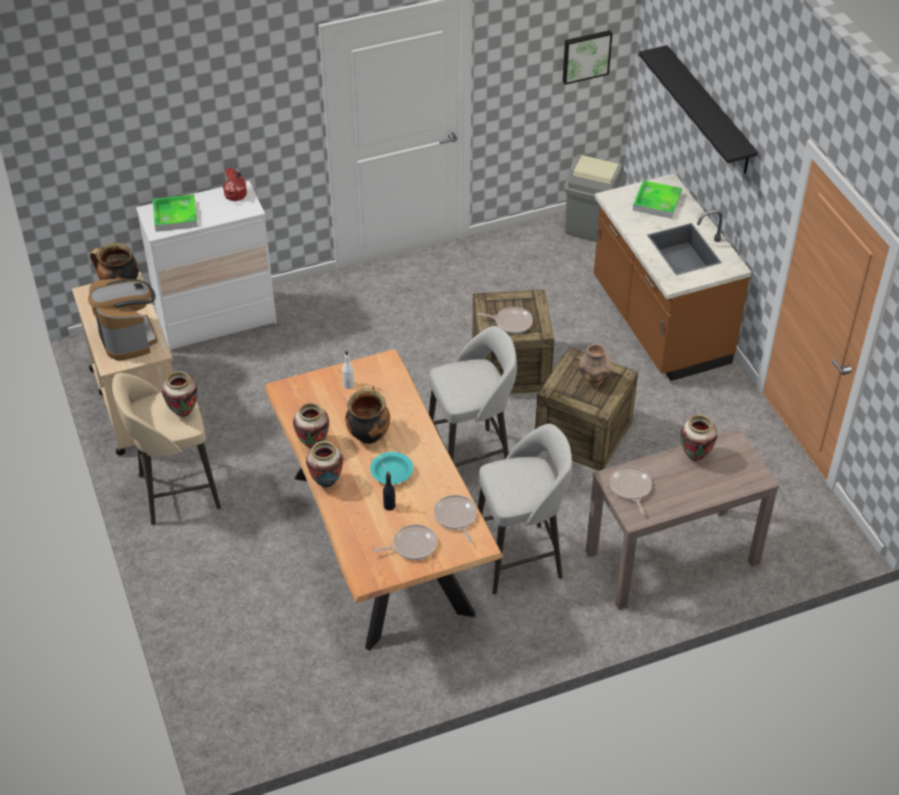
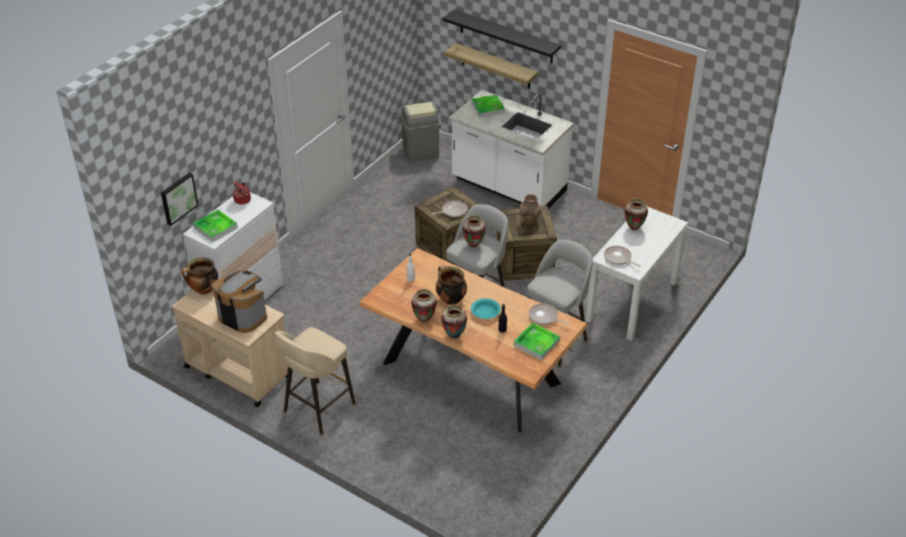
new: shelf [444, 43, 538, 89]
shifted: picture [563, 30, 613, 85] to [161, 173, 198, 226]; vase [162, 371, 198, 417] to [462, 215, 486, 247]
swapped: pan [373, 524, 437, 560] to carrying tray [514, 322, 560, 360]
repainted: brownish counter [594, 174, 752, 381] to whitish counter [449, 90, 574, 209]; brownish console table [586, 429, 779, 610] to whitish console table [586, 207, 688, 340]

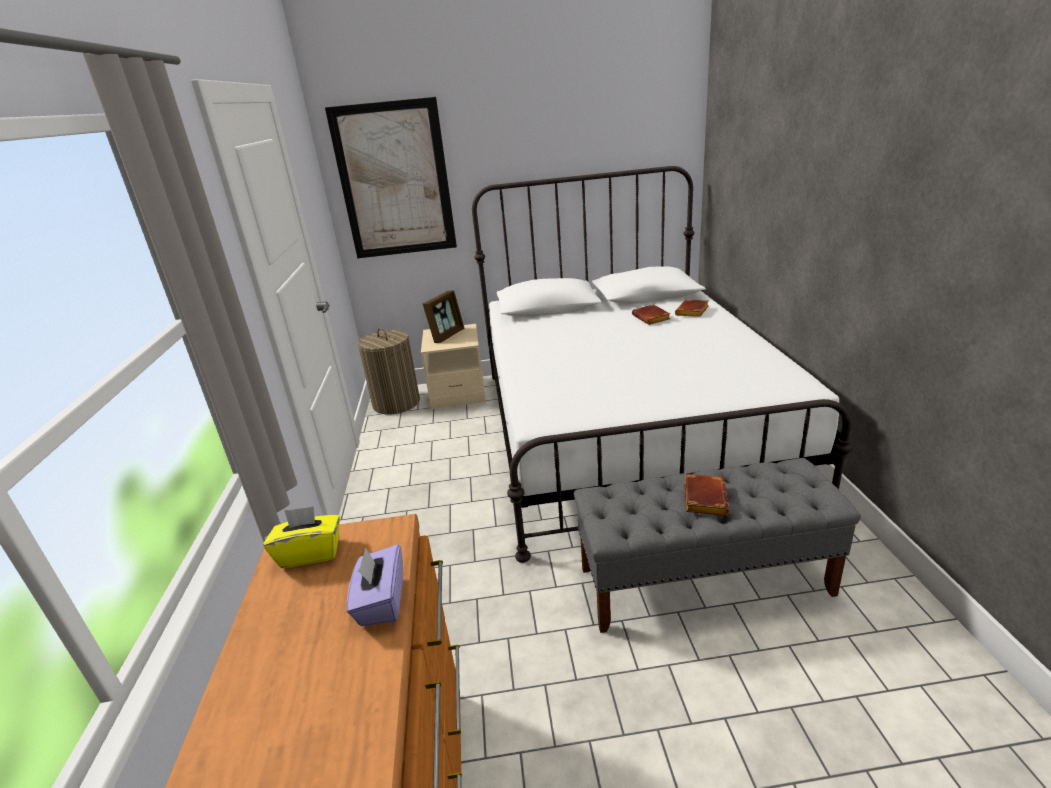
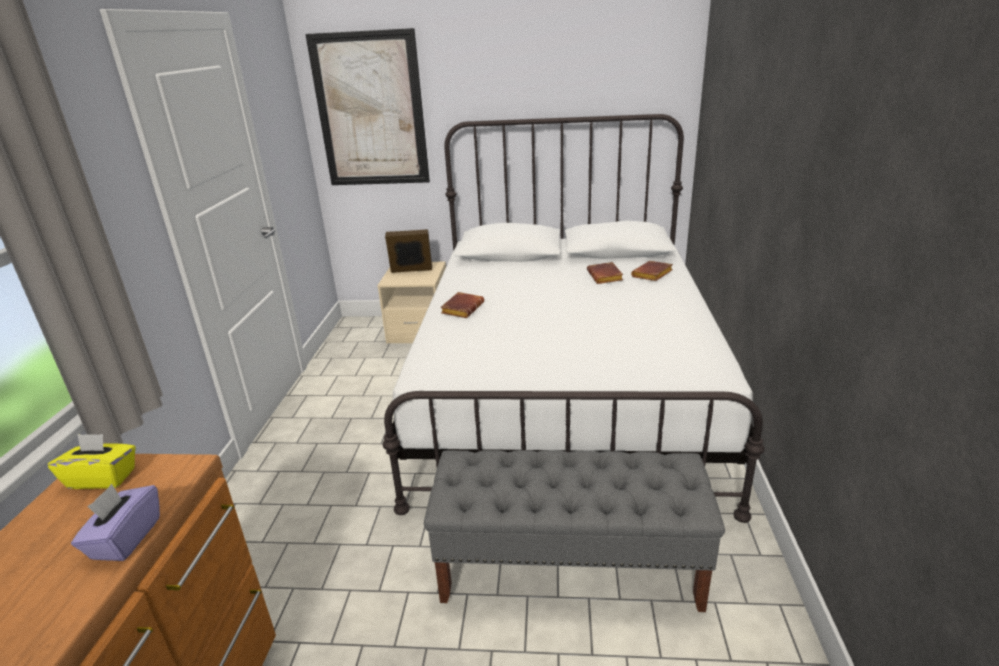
gone: washing basket [357, 328, 420, 414]
shifted: brownish book [684, 474, 729, 516] to [441, 292, 484, 318]
rotated: standing frame [423, 290, 464, 343] = [385, 229, 432, 273] 135 degrees counterclockwise

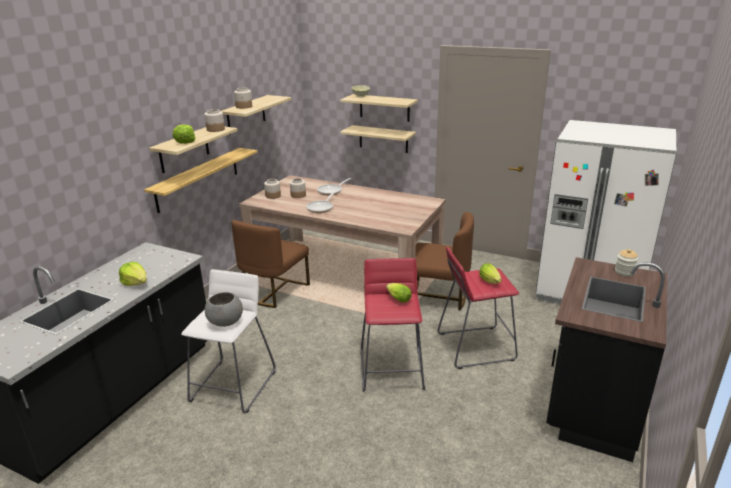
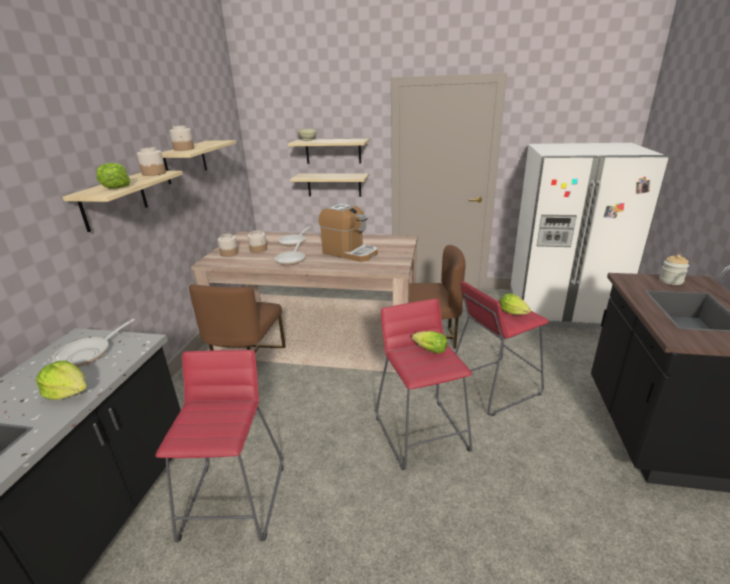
gone: shelf [144, 148, 257, 213]; grey serving bowl [205, 292, 243, 327]
new: coffee machine [319, 203, 378, 262]; pan [53, 319, 135, 367]
repainted: whitish stool [181, 269, 276, 413] to red stool [156, 350, 284, 543]

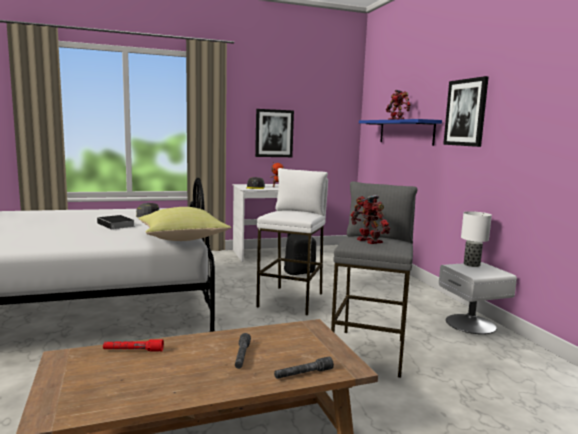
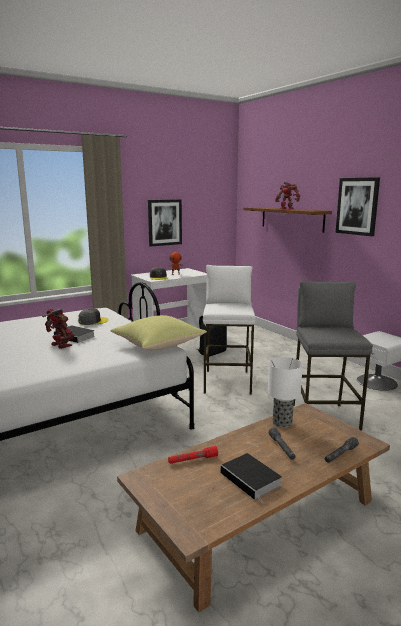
new: book [221, 453, 282, 504]
shifted: model robot [351, 195, 390, 244] to [42, 308, 74, 349]; lamp for a table [461, 211, 492, 267] to [268, 357, 303, 428]
repainted: bluish shelf [359, 119, 442, 146] to brownish shelf [243, 207, 332, 233]

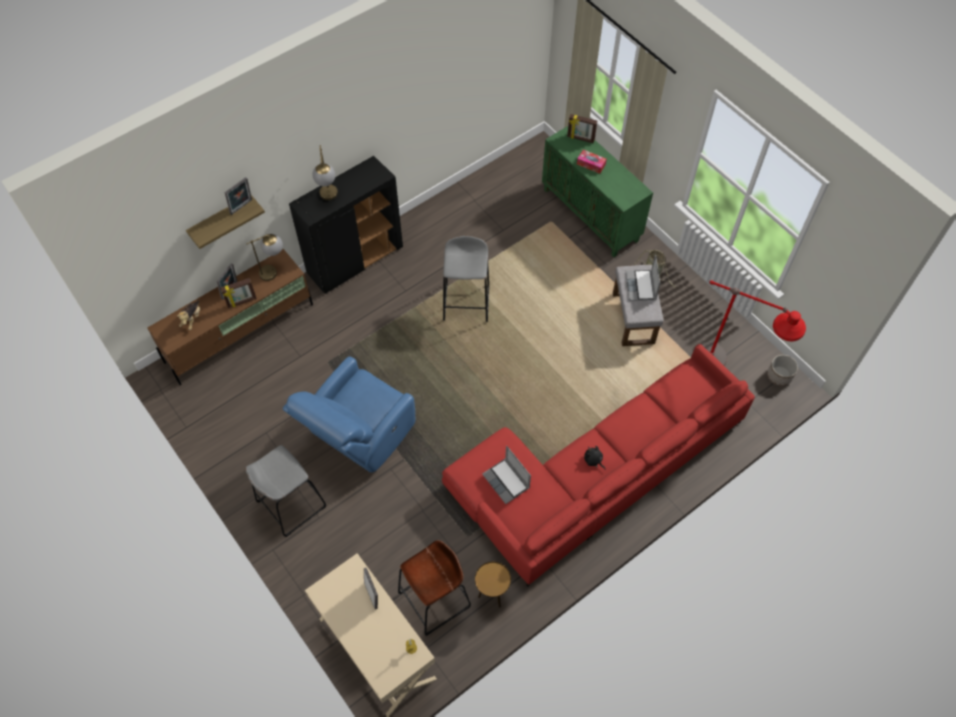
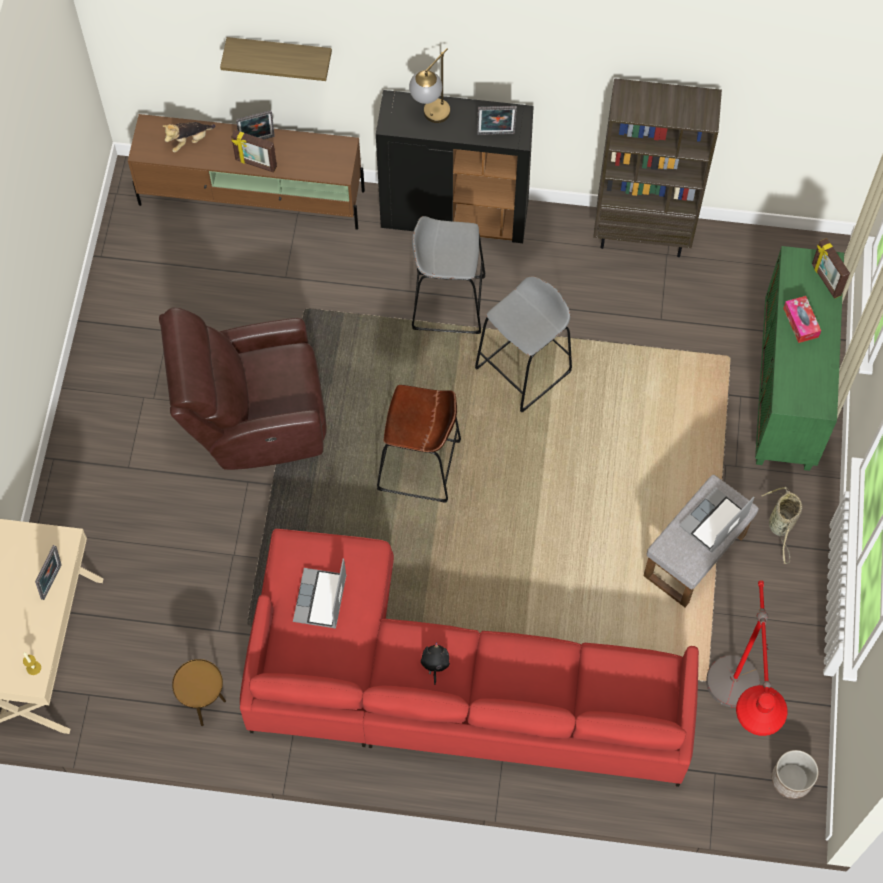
gone: lamp for a table [246, 234, 283, 281]
new: brownish bookshelf [593, 78, 722, 257]
shifted: standing frame [225, 177, 252, 215] to [477, 106, 517, 135]; grey stool [246, 445, 327, 537] to [412, 216, 485, 334]; brownish stool [398, 540, 471, 636] to [377, 385, 461, 503]
repainted: bluish easy chair [283, 356, 415, 473] to brownish easy chair [159, 307, 327, 470]

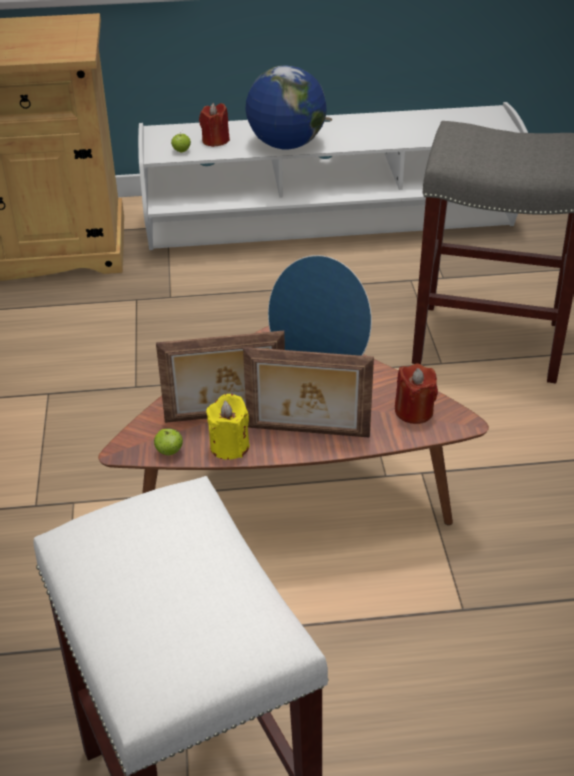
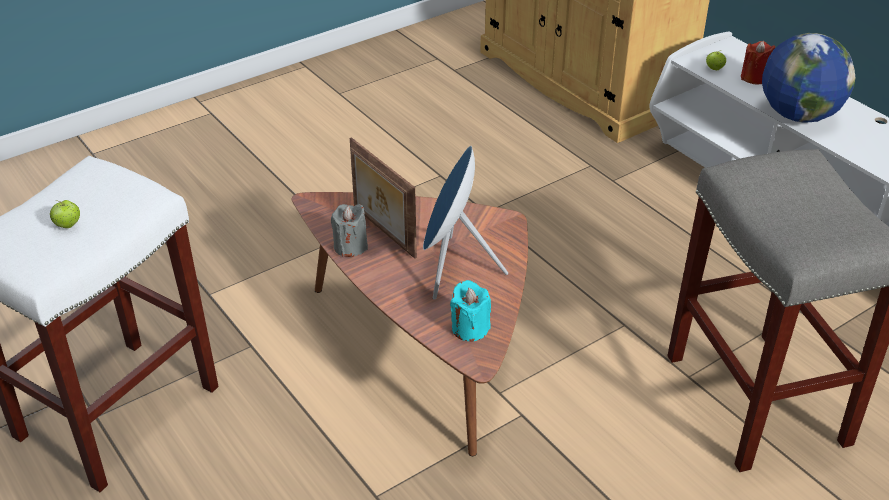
gone: standing frame [243, 347, 374, 438]
shifted: whole apple [154, 428, 183, 455] to [50, 200, 80, 228]
repainted: red candle [395, 363, 438, 424] to turquoise-coloured candle [450, 280, 491, 341]; yellow candle [206, 394, 250, 460] to grey candle [331, 204, 368, 257]

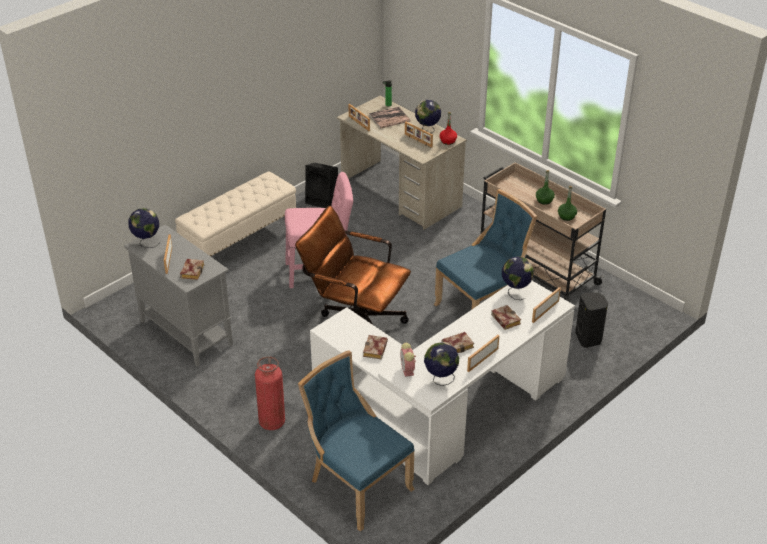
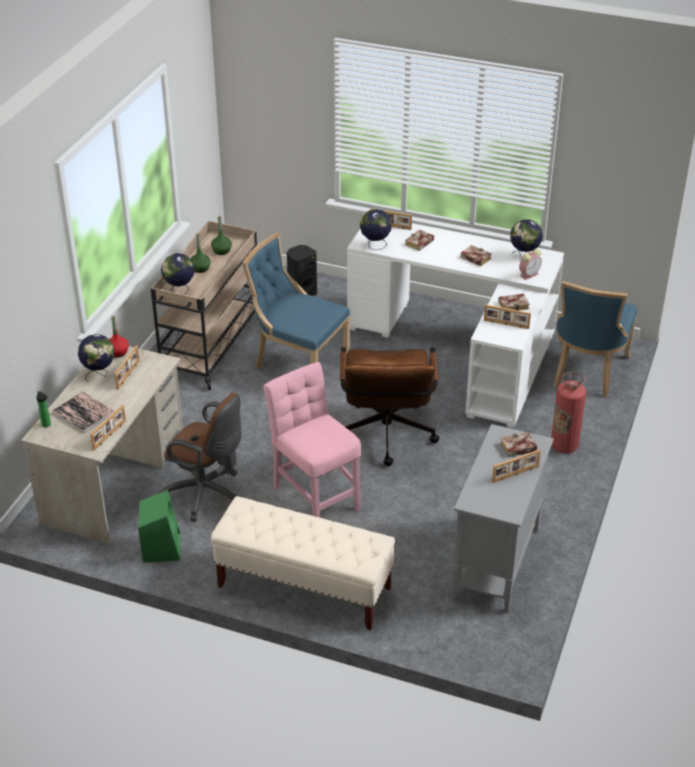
new: brownish office chair [158, 393, 241, 522]
shifted: desk globe [128, 208, 160, 248] to [161, 253, 195, 295]; standing frame [467, 335, 499, 372] to [484, 304, 531, 329]
repainted: black-coloured audio speaker [305, 163, 338, 208] to green-coloured audio speaker [138, 490, 181, 563]

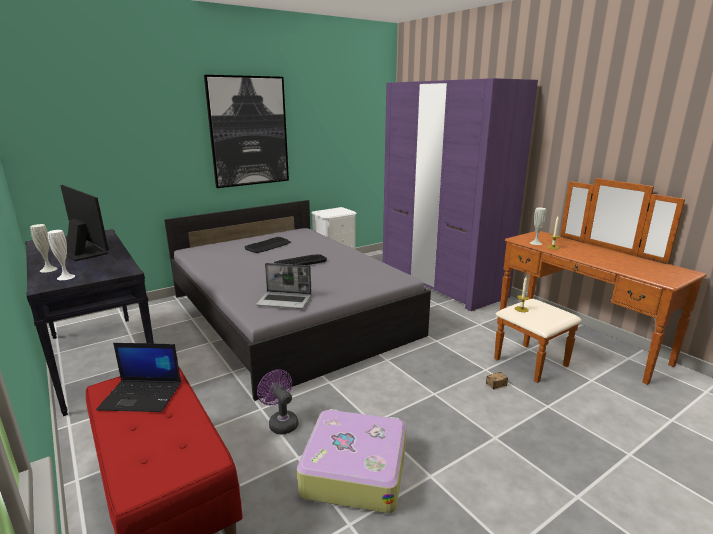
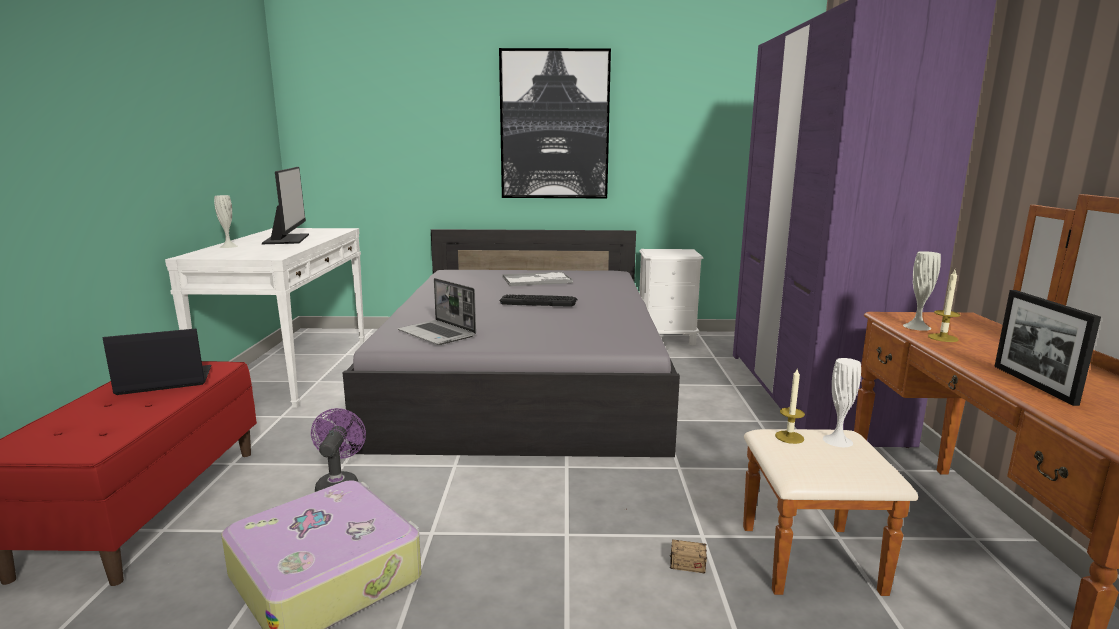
new: standing frame [994, 290, 1101, 406]
shifted: whitish vase [48, 230, 75, 280] to [823, 358, 861, 447]
swapped: computer keyboard [245, 237, 291, 253] to carrying tray [502, 271, 573, 286]
repainted: black-coloured console table [25, 229, 154, 416] to whitish console table [165, 228, 365, 408]
rotated: notebook computer [96, 343, 181, 412] = [103, 328, 212, 395] 120 degrees clockwise

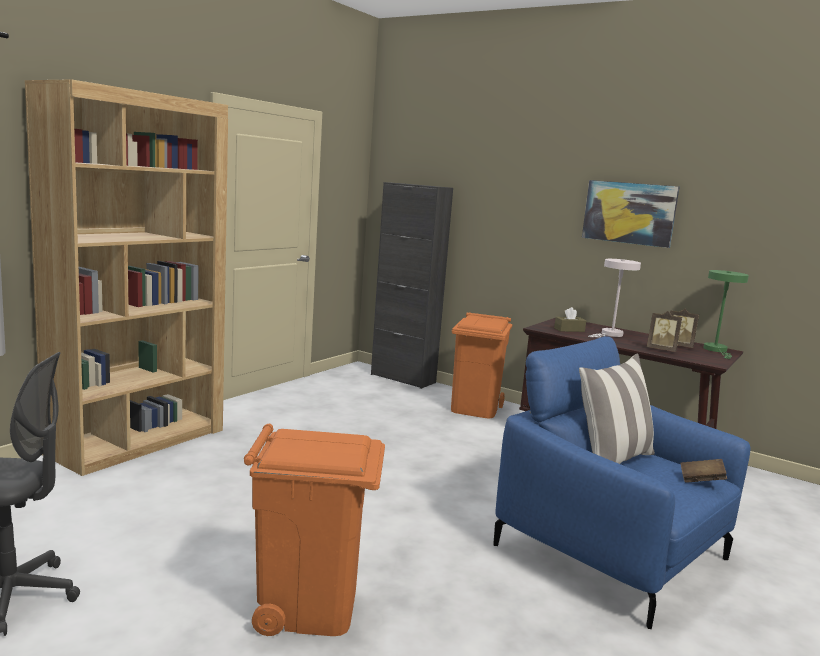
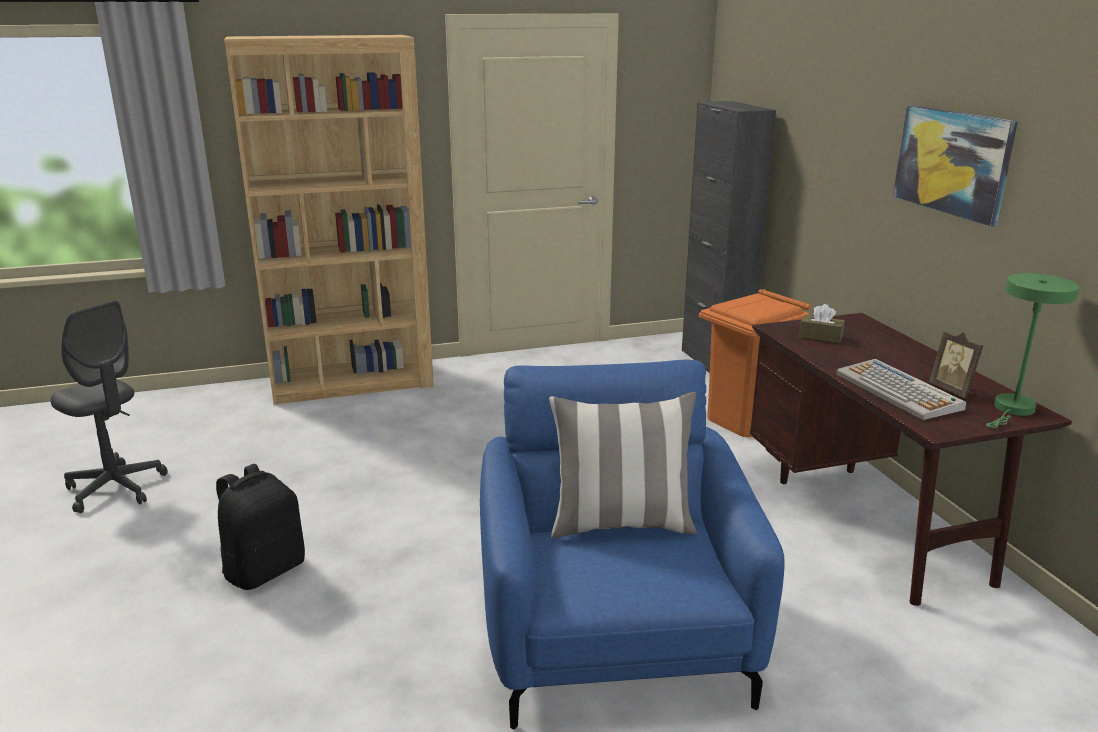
gone: whitish lamp for a table [588, 259, 641, 337]; brownish book [681, 459, 727, 483]
swapped: standing frame [647, 311, 682, 352] to computer keyboard [837, 359, 966, 420]; orange-coloured trash can [244, 423, 385, 636] to black-coloured backpack [216, 464, 305, 590]

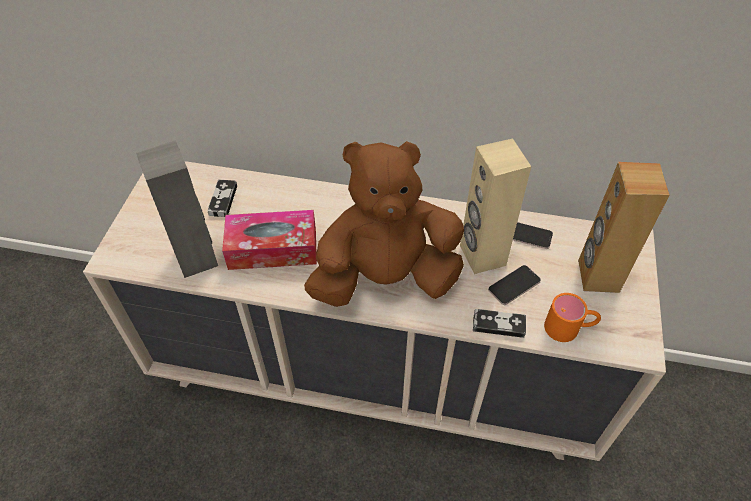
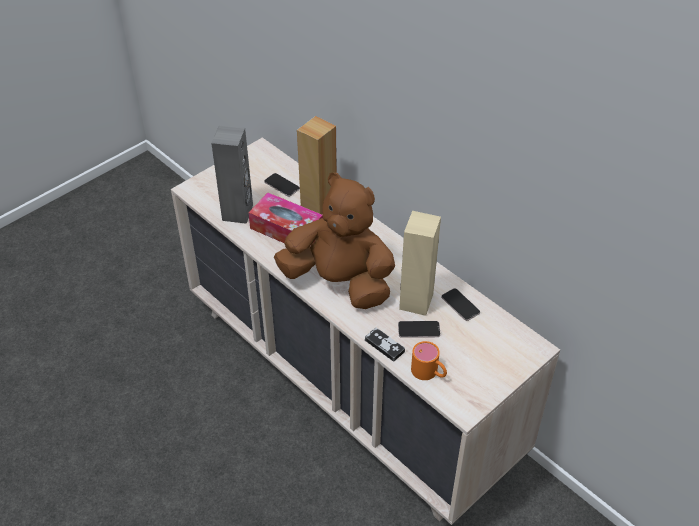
shifted: brownish audio speaker [578, 162, 670, 293] to [297, 116, 337, 215]
swapped: joypad [208, 180, 237, 217] to phone [264, 173, 300, 197]

